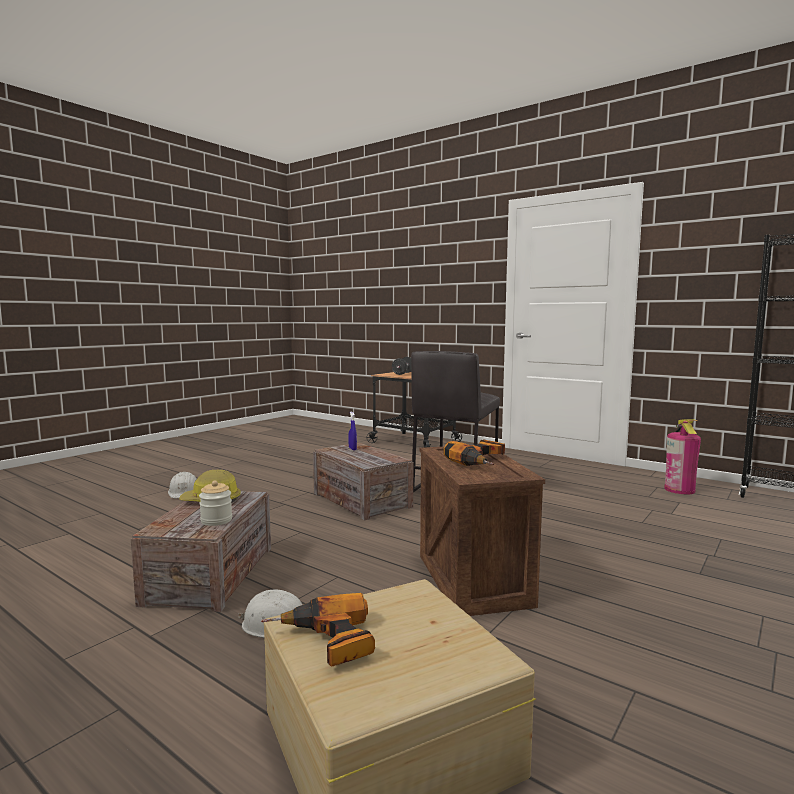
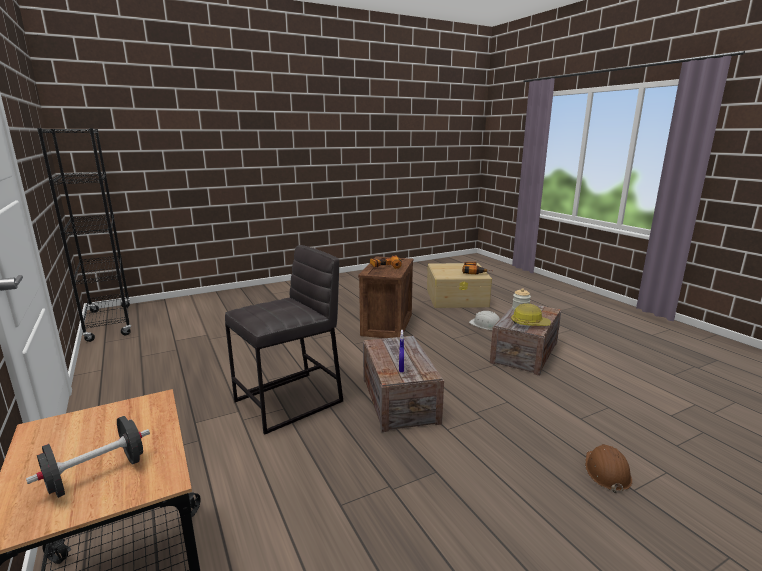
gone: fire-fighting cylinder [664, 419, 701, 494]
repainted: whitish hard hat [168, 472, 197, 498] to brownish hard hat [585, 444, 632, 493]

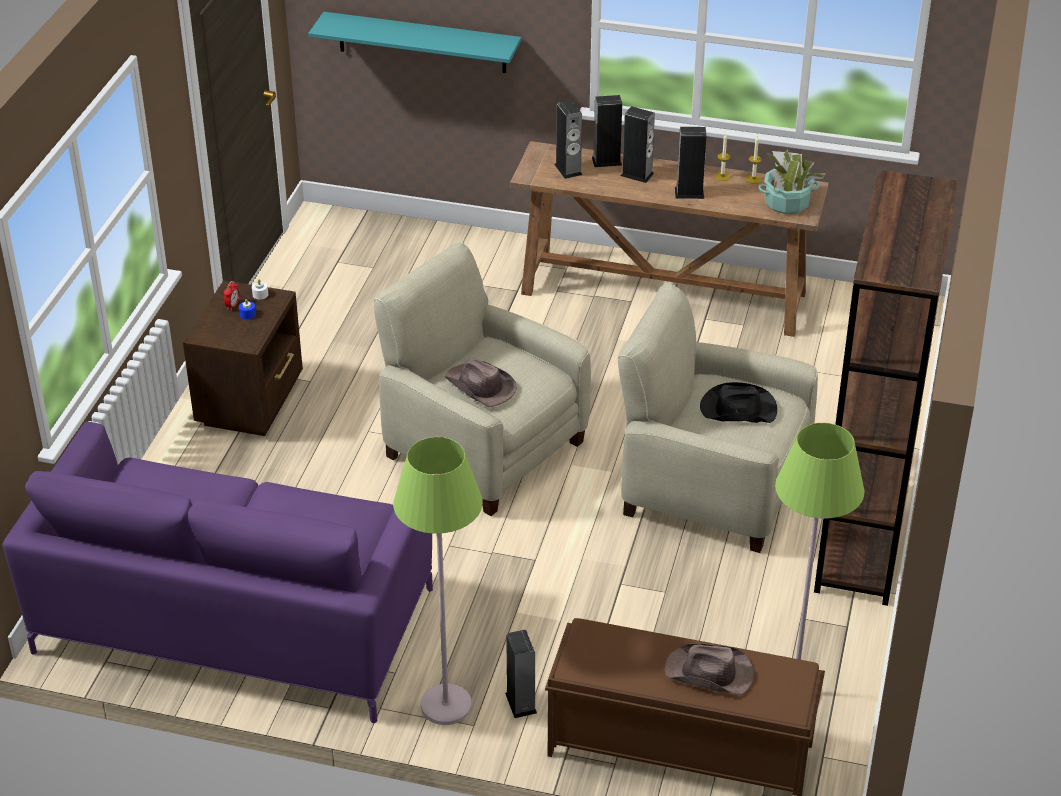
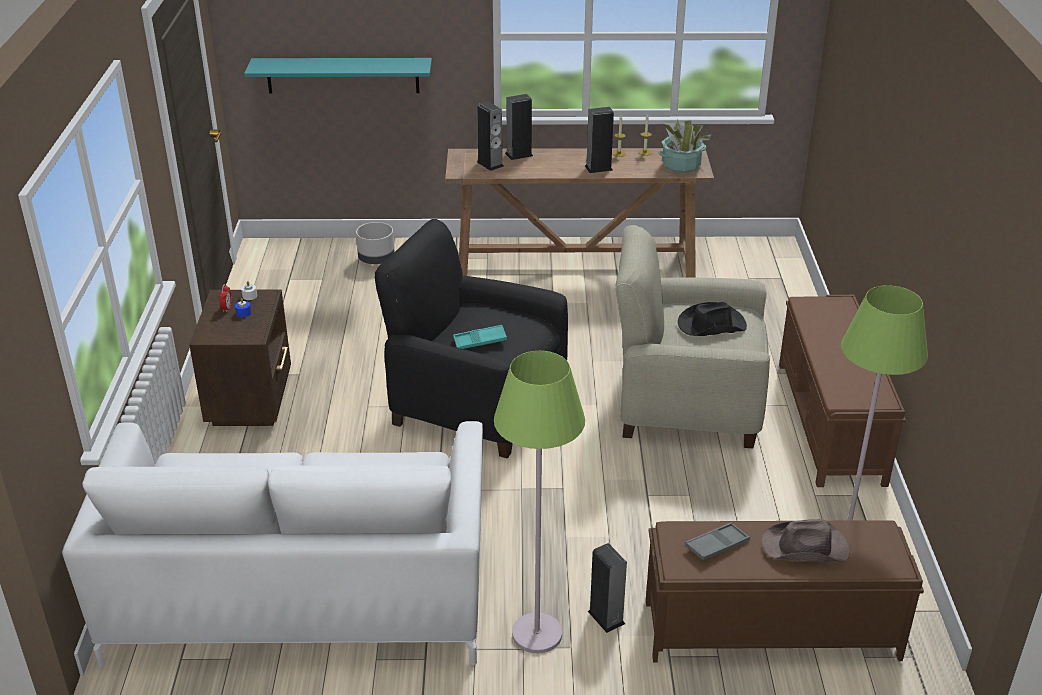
gone: audio speaker [621, 106, 655, 183]
new: grey planter [356, 222, 395, 264]; grey carrying tray [685, 522, 750, 561]
swapped: brownish bookshelf [814, 170, 958, 606] to brownish long seat [779, 295, 906, 487]; brownish wearable hat [444, 358, 517, 407] to turquoise-coloured carrying tray [453, 325, 507, 349]
repainted: beige easy chair [374, 242, 591, 516] to black-coloured easy chair [375, 219, 568, 458]; purple couch [3, 422, 433, 723] to whitish couch [62, 421, 483, 667]

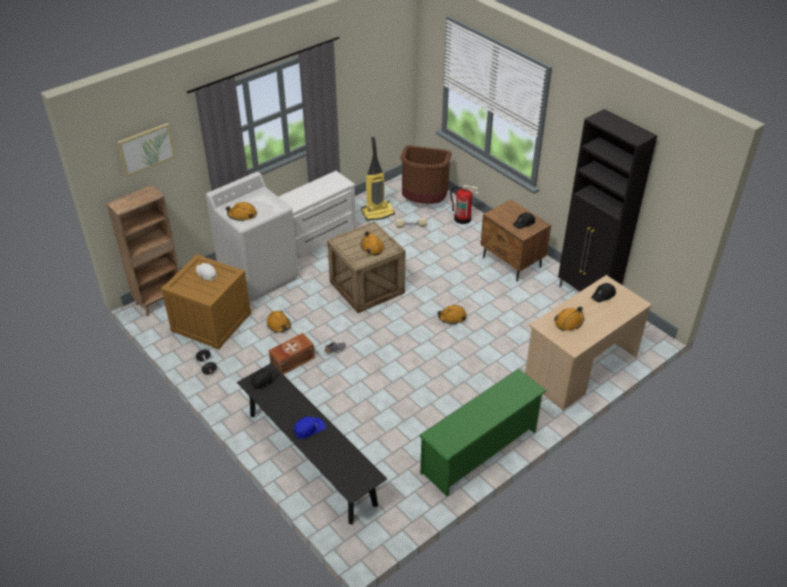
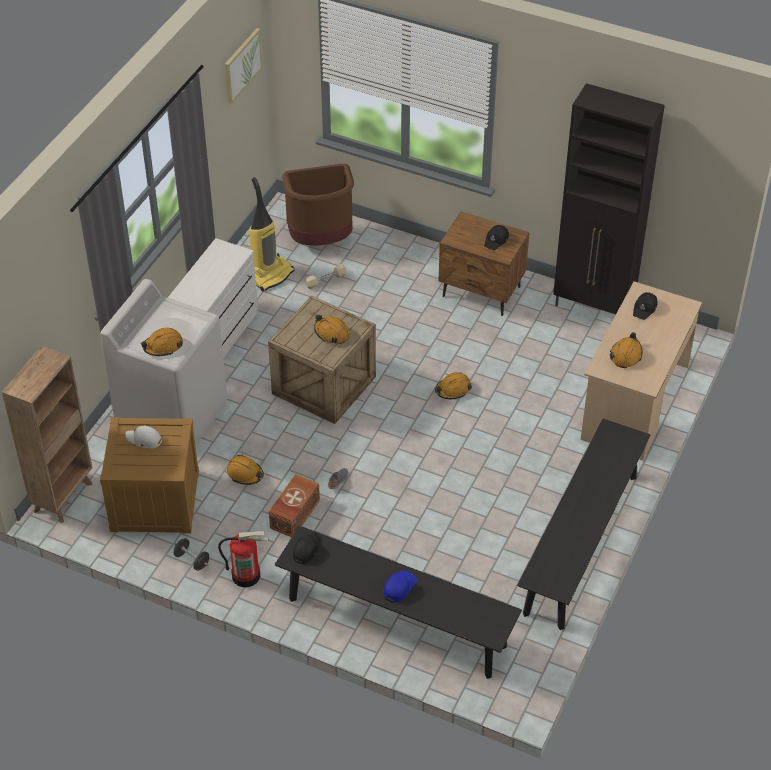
shifted: picture [117, 123, 175, 176] to [225, 28, 263, 104]; fire-fighting cylinder [450, 185, 479, 224] to [218, 531, 268, 587]
swapped: green-coloured shoe rack [419, 369, 547, 497] to black-coloured long seat [517, 419, 651, 630]

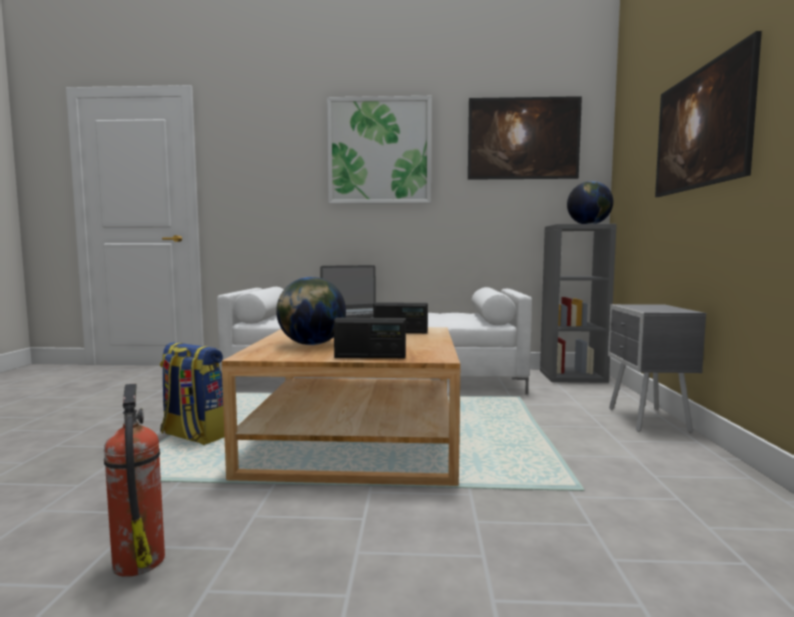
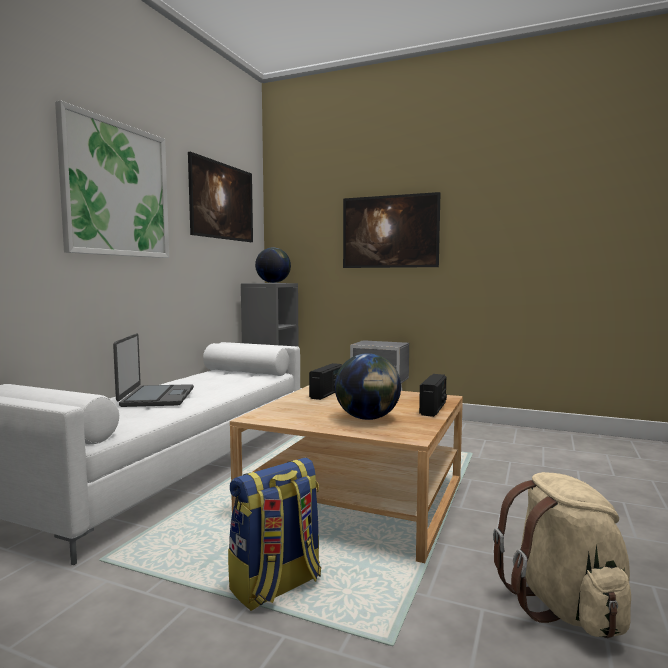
swapped: fire-fighting cylinder [104, 383, 165, 577] to beige backpack [493, 472, 631, 638]

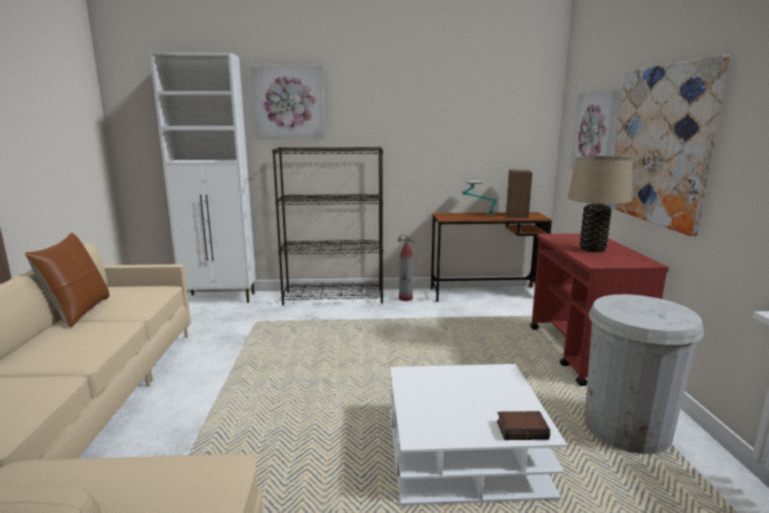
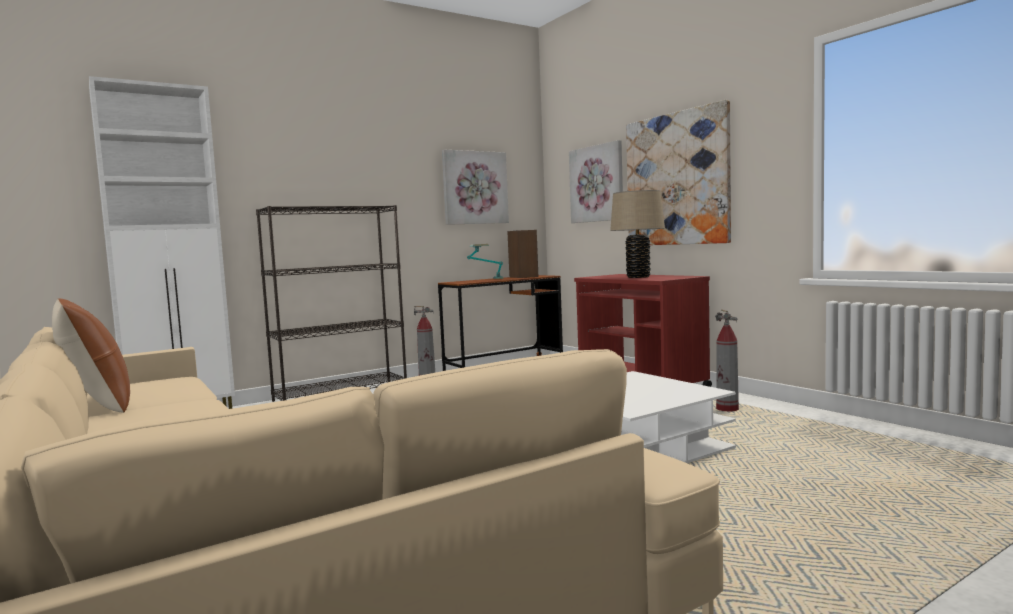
gone: book [497, 411, 550, 440]
shifted: picture [251, 65, 325, 138] to [442, 150, 509, 225]
swapped: whitish trash can [585, 294, 704, 454] to fire-fighting cylinder [715, 309, 739, 412]

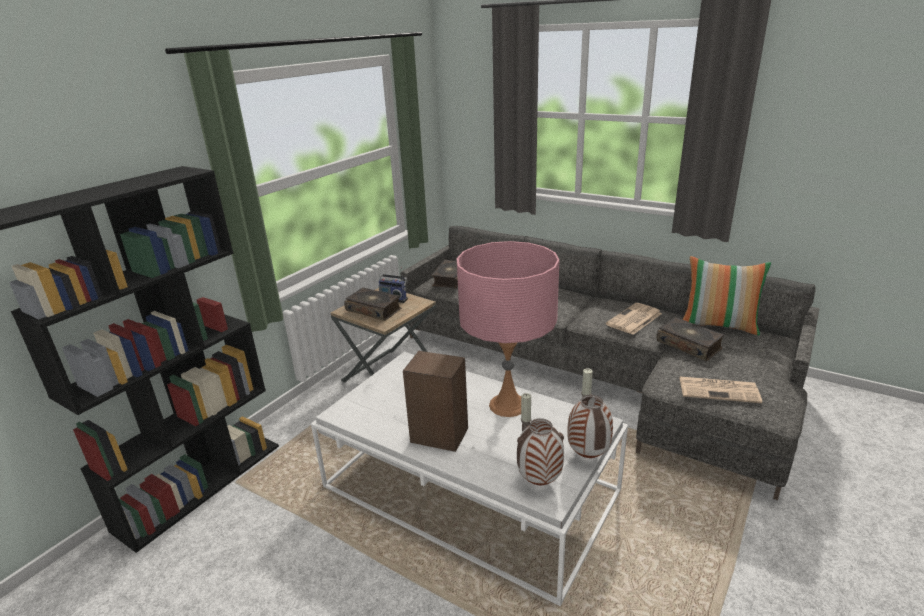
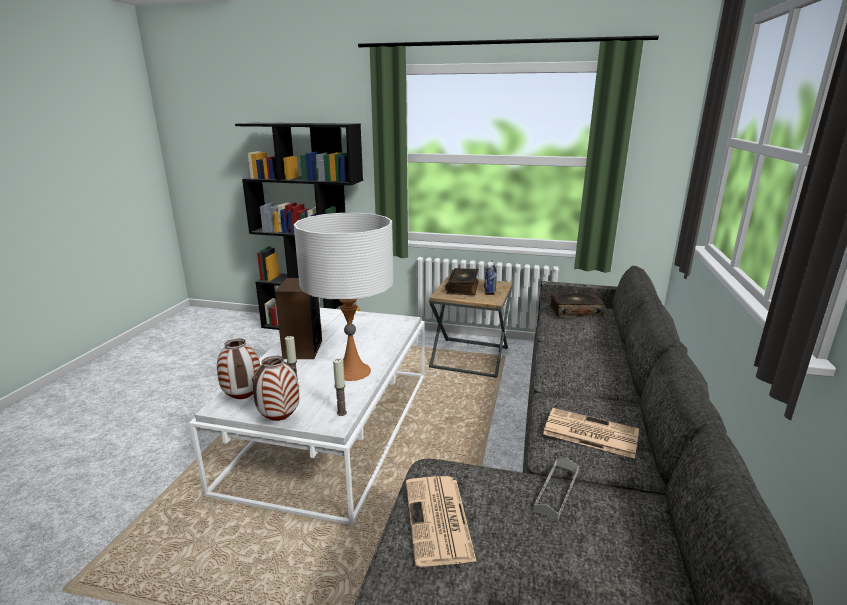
gone: cushion [683, 256, 771, 335]
swapped: book [657, 317, 724, 361] to grey carrying tray [533, 458, 579, 521]
repainted: pink-coloured lamp for a table [457, 241, 560, 417] to whitish lamp for a table [294, 213, 394, 381]

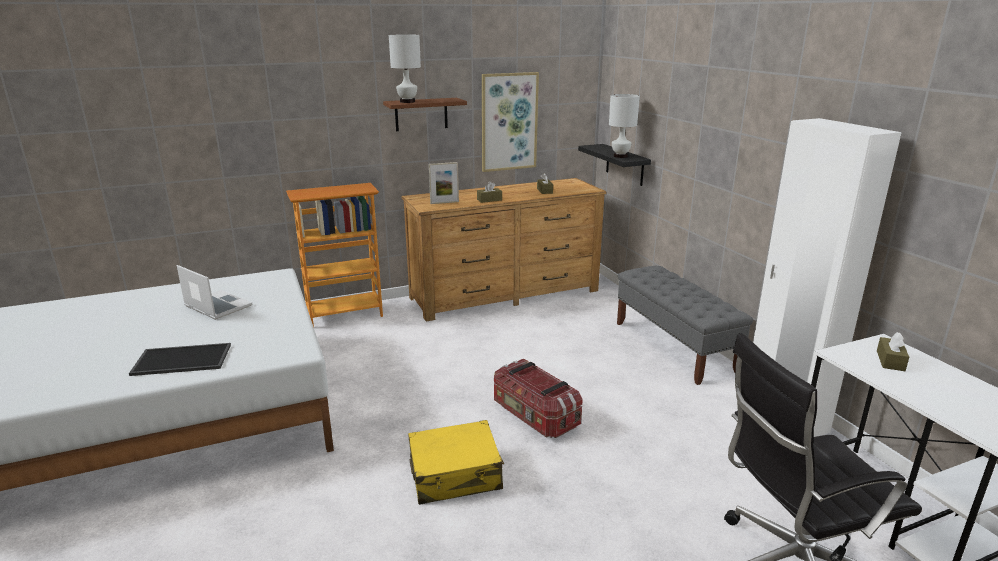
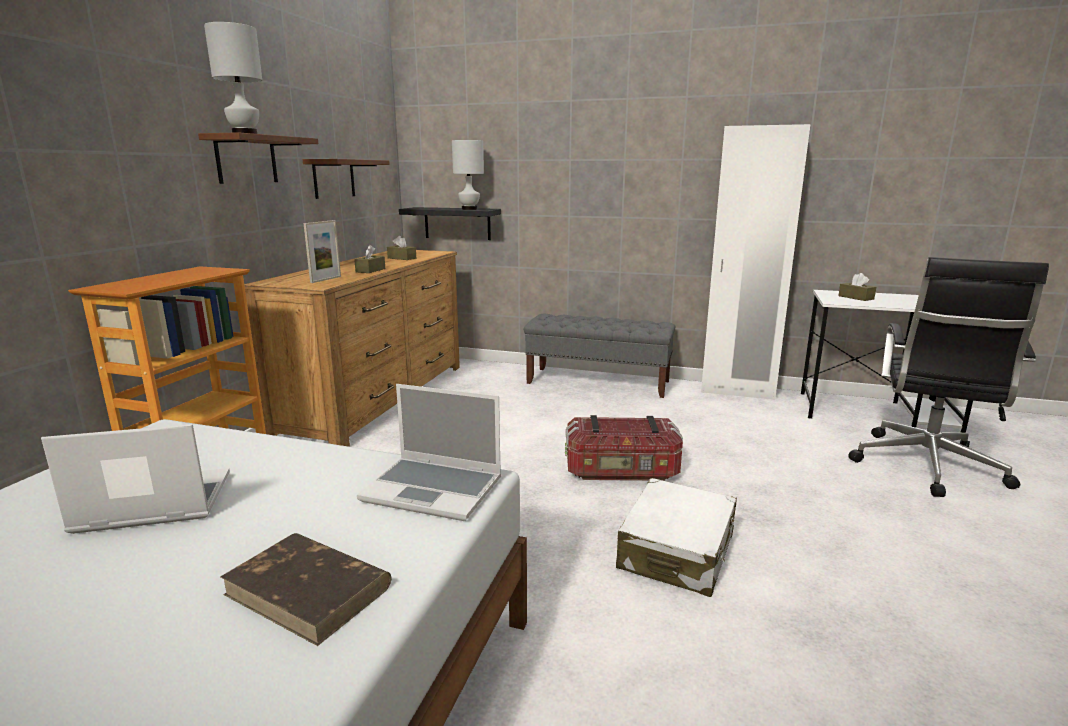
new: notebook computer [357, 384, 501, 521]
swapped: picture [482, 72, 539, 172] to brownish shelf [303, 159, 390, 199]; carrying tray [129, 343, 231, 376] to brownish book [220, 533, 392, 646]
repainted: yellow piece of luggage [408, 420, 504, 505] to whitish piece of luggage [616, 478, 737, 597]

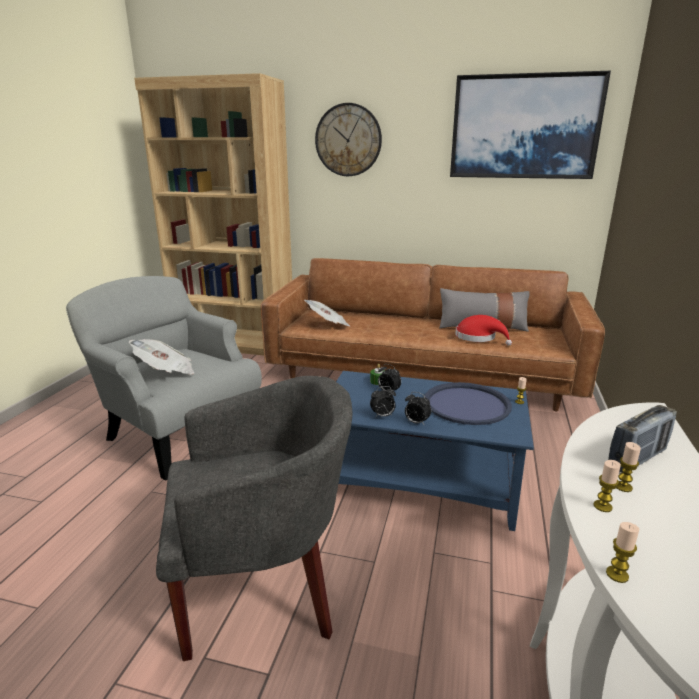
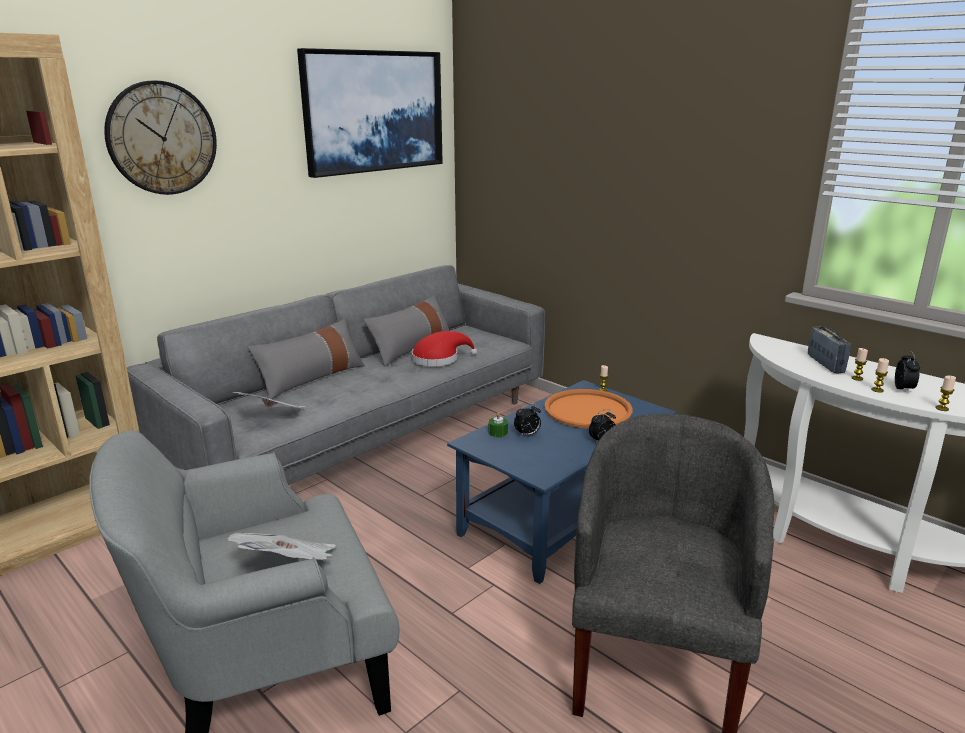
new: grey cushion [248, 318, 365, 399]
shifted: bedside clock [370, 386, 396, 418] to [895, 351, 920, 393]
repainted: brownish couch [261, 258, 605, 411] to grey couch [127, 265, 545, 485]; bluish carrying tray [425, 382, 512, 425] to orange-coloured carrying tray [544, 389, 632, 429]

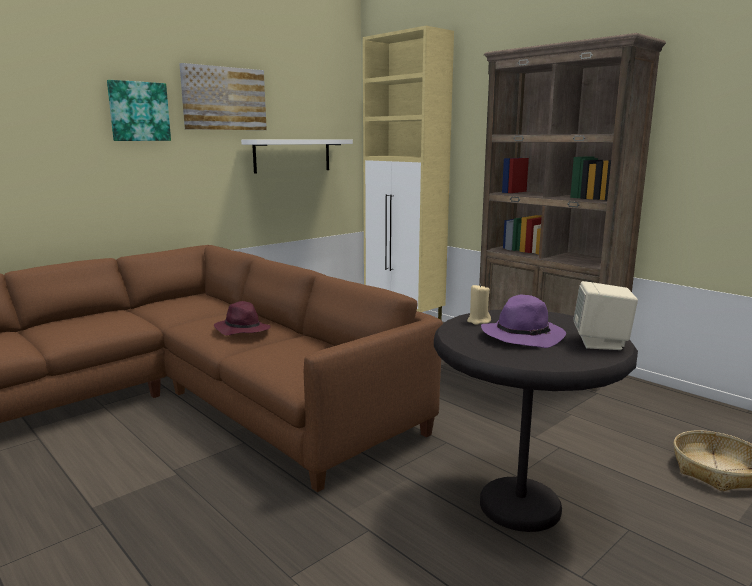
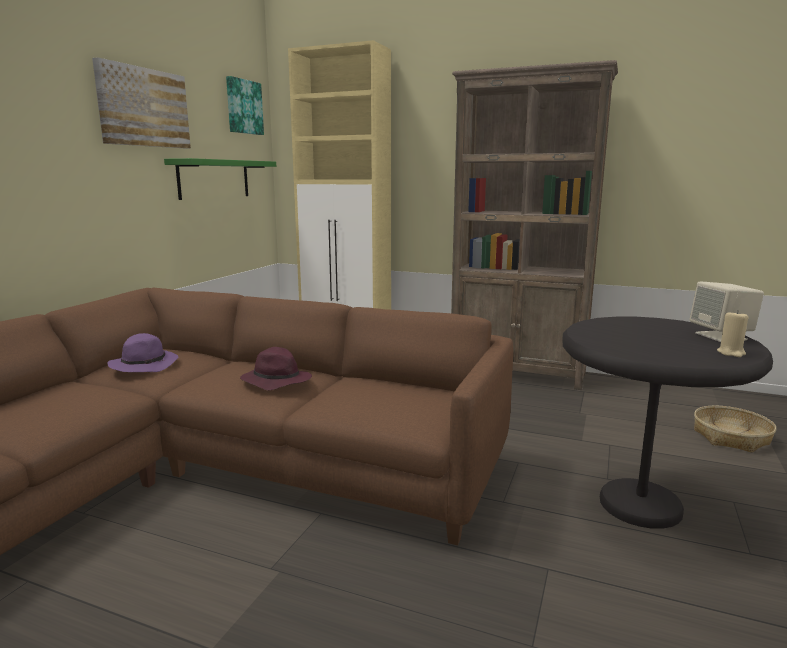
shifted: picture [107, 80, 171, 141] to [226, 76, 264, 135]; beige candle [467, 284, 491, 325] to [717, 310, 748, 357]; purple wearable hat [481, 295, 566, 348] to [107, 333, 178, 372]
repainted: whitish shelf [241, 139, 353, 174] to green-coloured shelf [164, 158, 276, 200]

